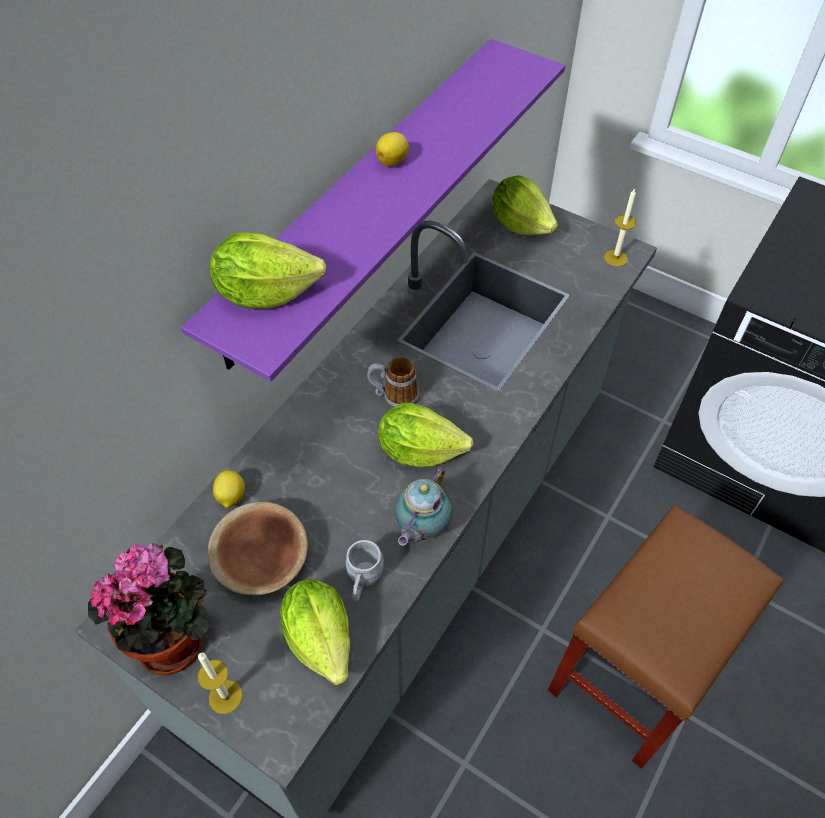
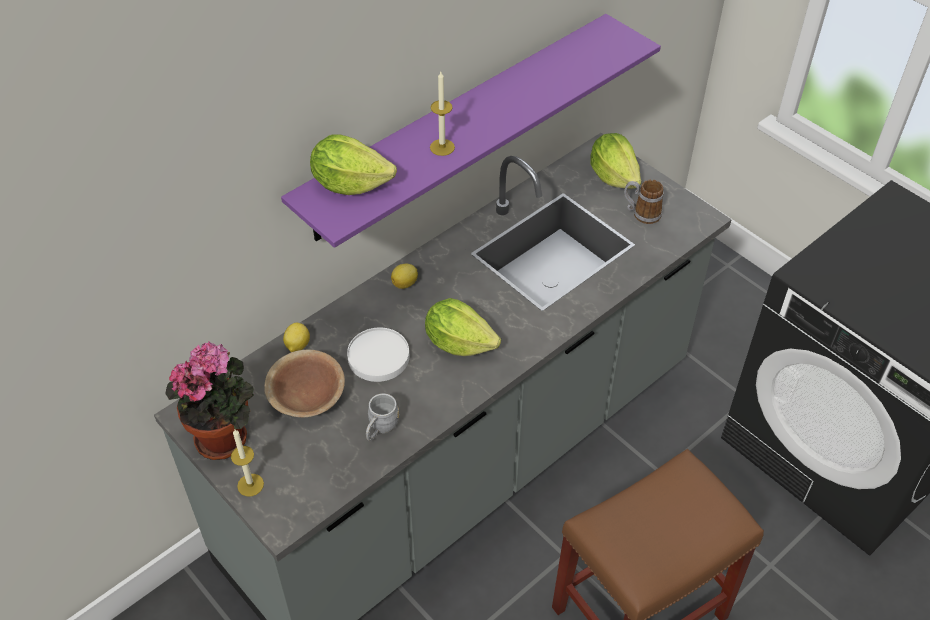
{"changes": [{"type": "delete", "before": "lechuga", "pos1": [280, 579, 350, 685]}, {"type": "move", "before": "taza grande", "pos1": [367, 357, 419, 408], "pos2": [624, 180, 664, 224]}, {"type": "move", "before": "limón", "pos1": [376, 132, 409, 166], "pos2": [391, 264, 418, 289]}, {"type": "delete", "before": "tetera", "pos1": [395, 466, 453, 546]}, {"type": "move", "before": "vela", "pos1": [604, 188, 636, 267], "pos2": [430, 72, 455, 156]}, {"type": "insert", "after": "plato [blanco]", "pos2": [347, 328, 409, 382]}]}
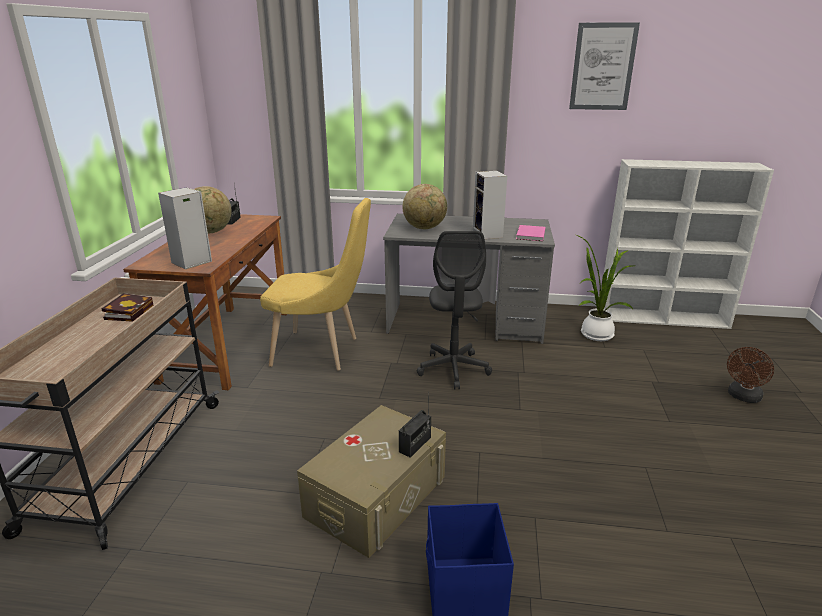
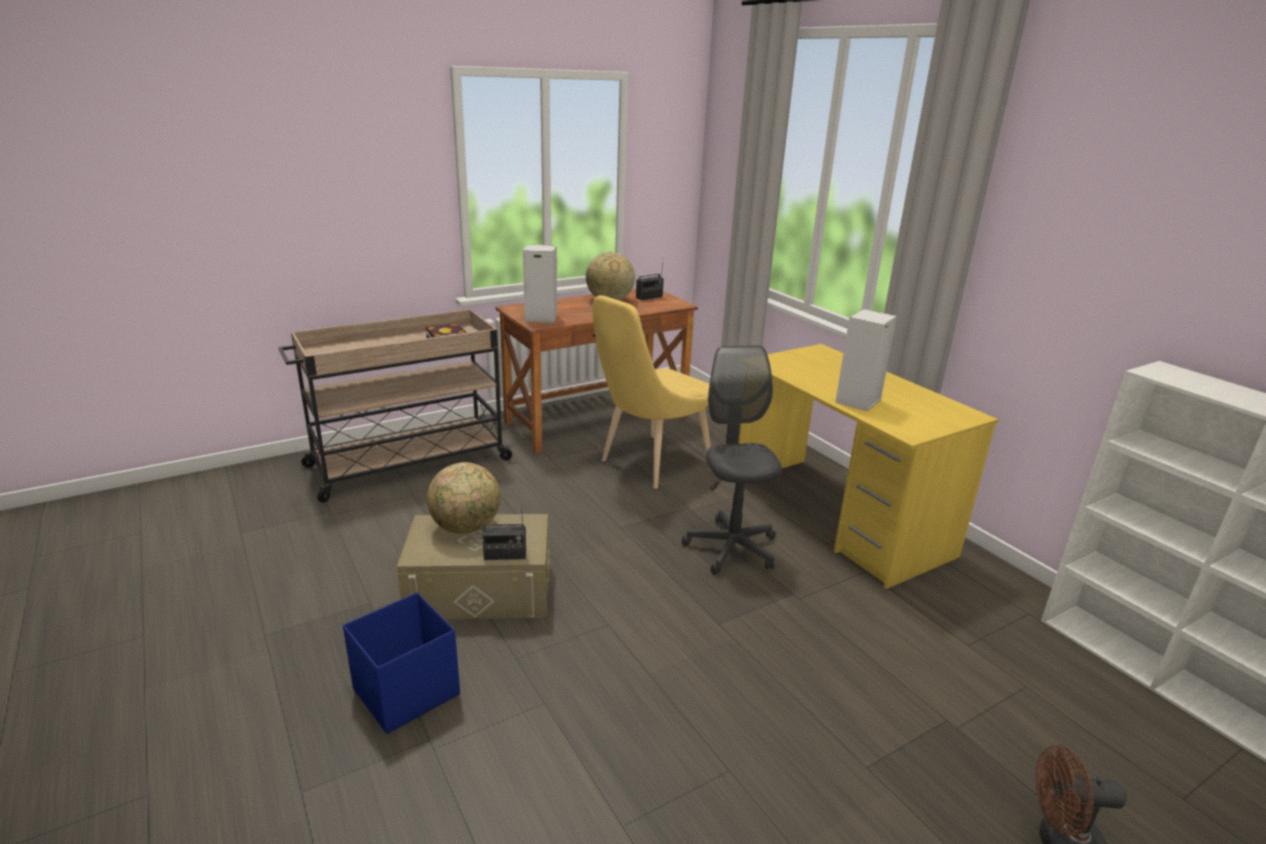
{"changes": [{"type": "rotate", "before": "silla [amarillo]", "pos1": [260, 198, 371, 370], "pos2": [592, 295, 711, 489], "turn": 75}, {"type": "recolor", "before": "escritorio [gris]", "after": "escritorio [amarillo]", "pos1": [383, 214, 555, 344], "pos2": [738, 344, 998, 589]}, {"type": "move", "before": "globo terráqueo", "pos1": [402, 184, 447, 229], "pos2": [427, 462, 500, 534]}, {"type": "rotate", "before": "silla de oficina [gris]", "pos1": [417, 231, 492, 390], "pos2": [682, 345, 782, 575], "turn": 120}, {"type": "delete", "before": "libro [rosa]", "pos1": [516, 225, 545, 241]}, {"type": "delete", "before": "cuadro", "pos1": [569, 22, 640, 110]}, {"type": "delete", "before": "planta en maceta", "pos1": [576, 235, 633, 341]}]}
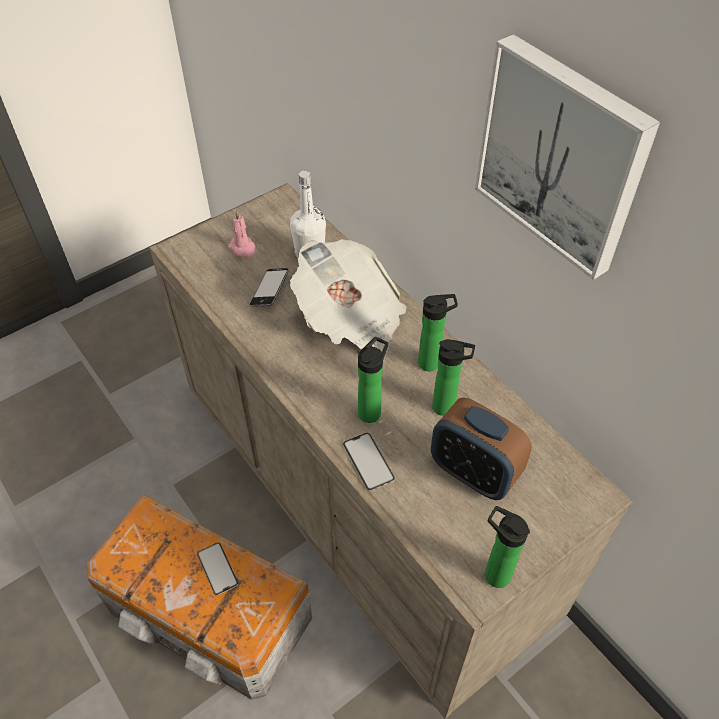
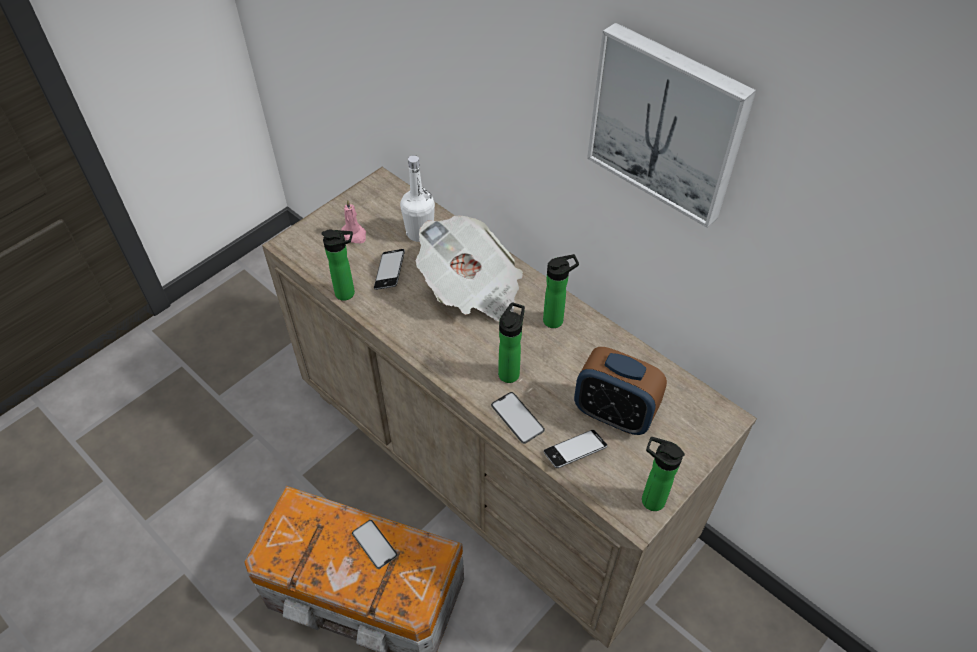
{"changes": [{"type": "move", "before": "botella", "pos1": [432, 339, 475, 416], "pos2": [321, 229, 355, 301]}, {"type": "insert", "after": "móvil", "pos2": [544, 430, 607, 468]}]}
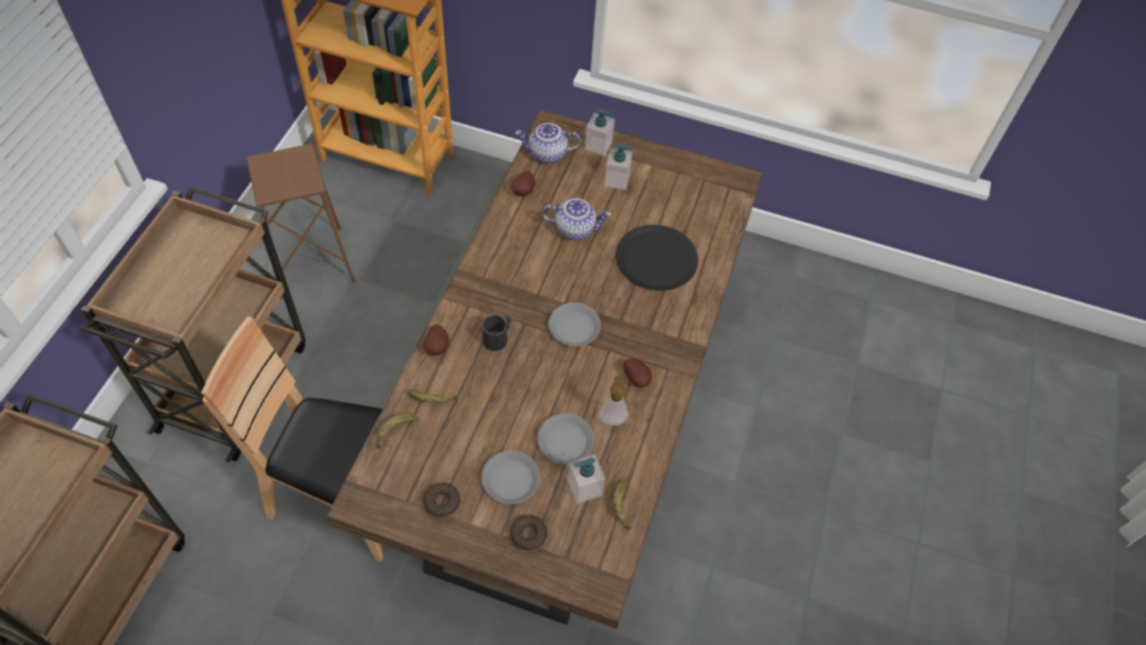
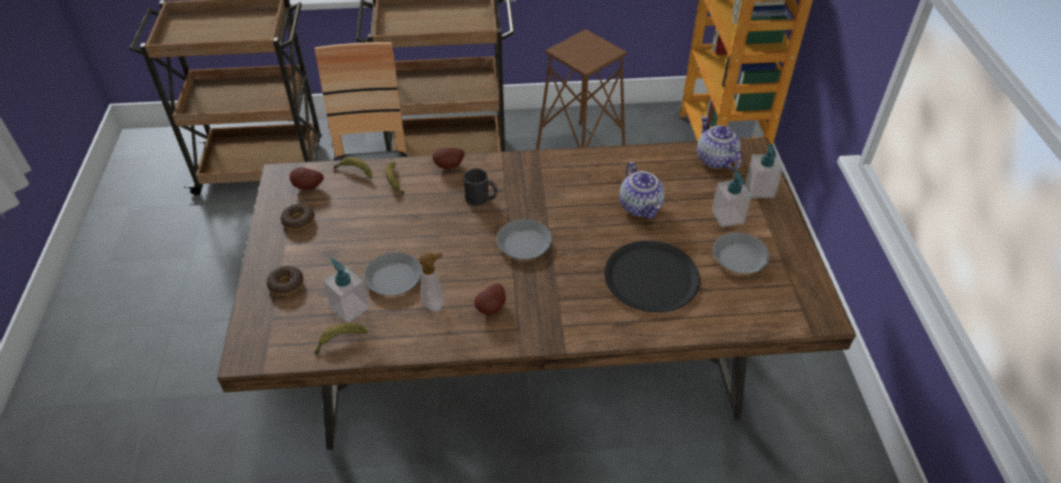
{"changes": [{"type": "move", "before": "plato [gris]", "pos1": [482, 450, 540, 504], "pos2": [713, 232, 770, 274]}, {"type": "move", "before": "patata", "pos1": [511, 171, 536, 196], "pos2": [289, 167, 324, 190]}]}
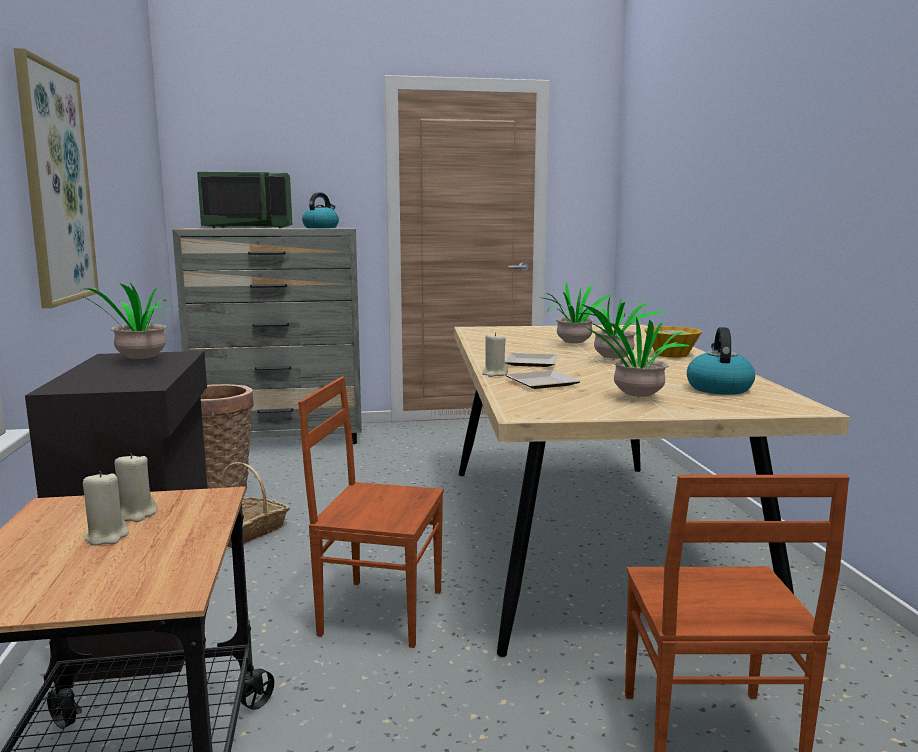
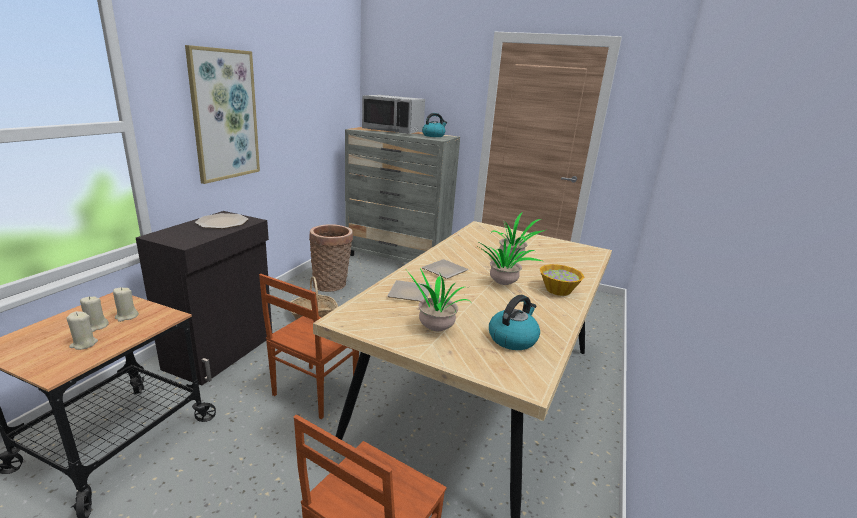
{"changes": [{"type": "replace", "before": "planta en maceta", "after": "plato", "pos1": [78, 283, 183, 360], "pos2": [195, 213, 248, 229]}, {"type": "recolor", "before": "microondas [verde]", "after": "microondas [gris]", "pos1": [197, 172, 292, 228], "pos2": [362, 95, 425, 134]}, {"type": "rotate", "before": "silla [marrón]", "pos1": [298, 377, 444, 648], "pos2": [259, 274, 359, 419], "turn": -105}, {"type": "move", "before": "vela [beis]", "pos1": [482, 332, 508, 377], "pos2": [67, 311, 98, 350]}]}
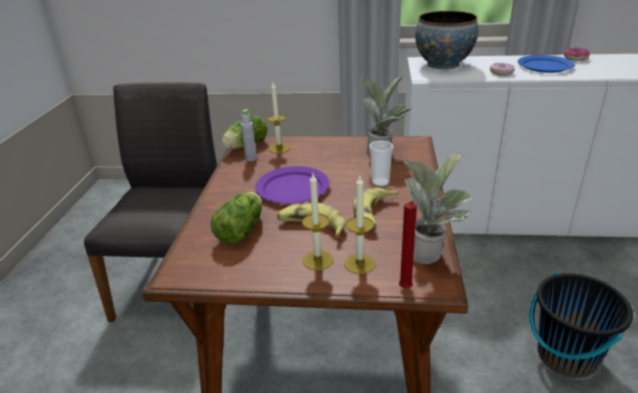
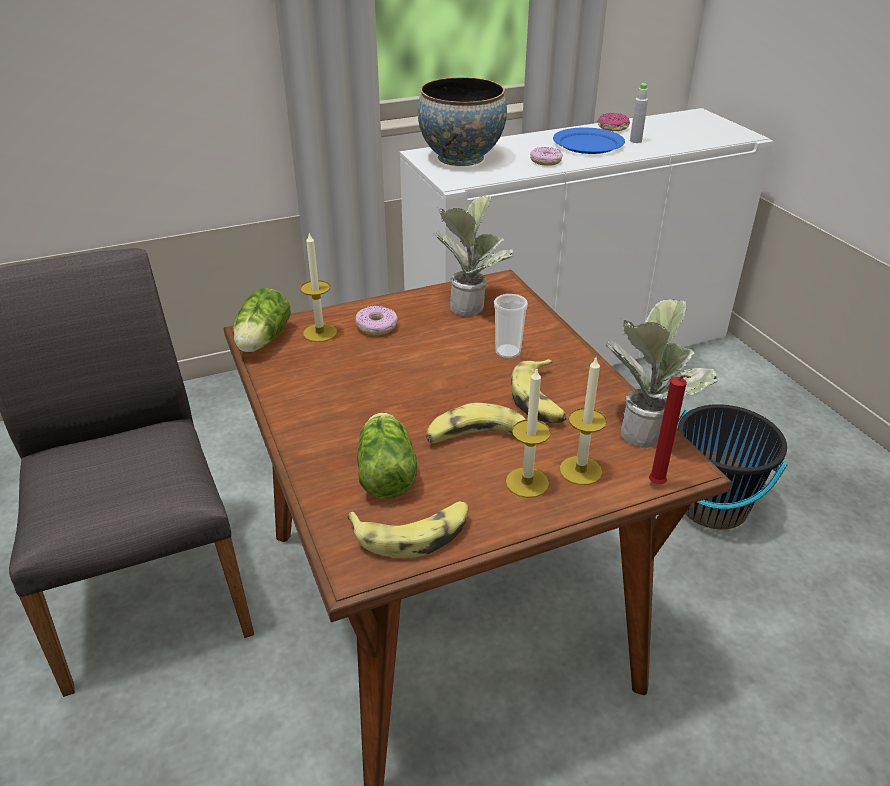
{"changes": [{"type": "move", "before": "botella [gris]", "pos1": [241, 109, 257, 161], "pos2": [630, 83, 648, 143]}, {"type": "delete", "before": "plato [morado]", "pos1": [255, 166, 329, 204]}, {"type": "insert", "after": "plátano", "pos2": [347, 501, 468, 558]}, {"type": "insert", "after": "rosquilla", "pos2": [355, 306, 398, 335]}]}
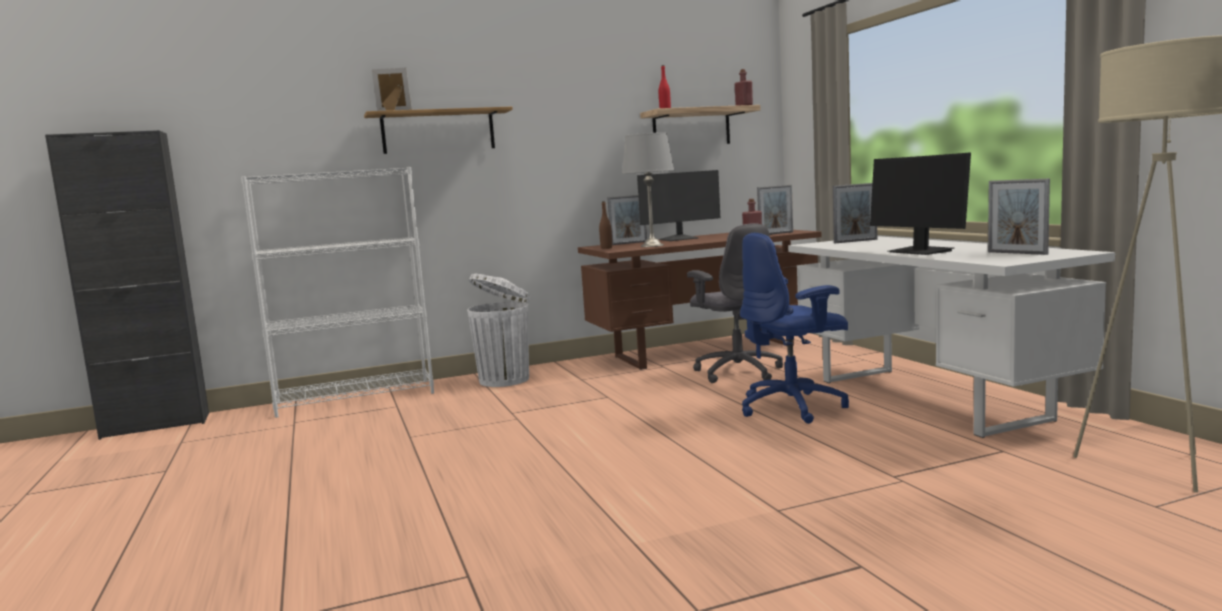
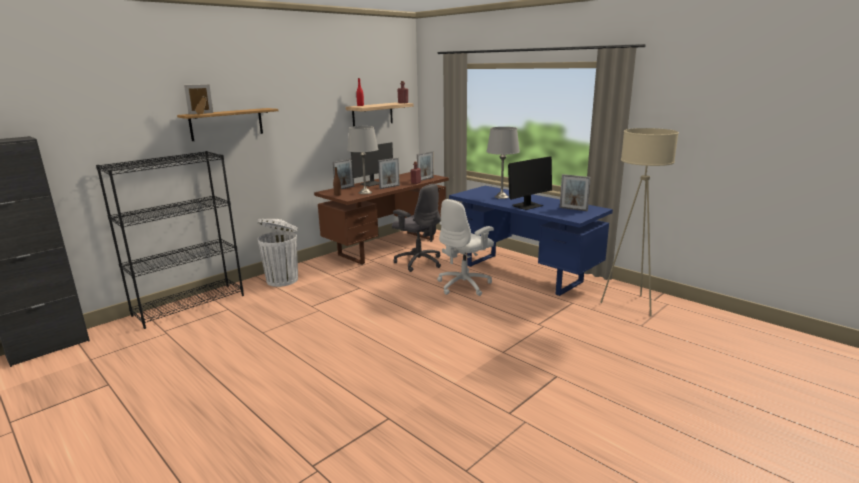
{"changes": [{"type": "recolor", "before": "estantería [blanco]", "after": "estantería [negro]", "pos1": [241, 167, 434, 418], "pos2": [96, 151, 244, 329]}, {"type": "recolor", "before": "silla de oficina [azul]", "after": "silla de oficina [blanco]", "pos1": [740, 233, 849, 424], "pos2": [437, 199, 494, 296]}, {"type": "recolor", "before": "escritorio [blanco]", "after": "escritorio [azul]", "pos1": [788, 236, 1115, 438], "pos2": [449, 186, 613, 296]}, {"type": "move", "before": "portarretratos", "pos1": [833, 183, 878, 243], "pos2": [378, 158, 400, 189]}, {"type": "rotate", "before": "monitor", "pos1": [870, 153, 971, 255], "pos2": [508, 156, 552, 210], "turn": -75}, {"type": "insert", "after": "lámpara de mesa [gris]", "pos2": [487, 127, 520, 199]}]}
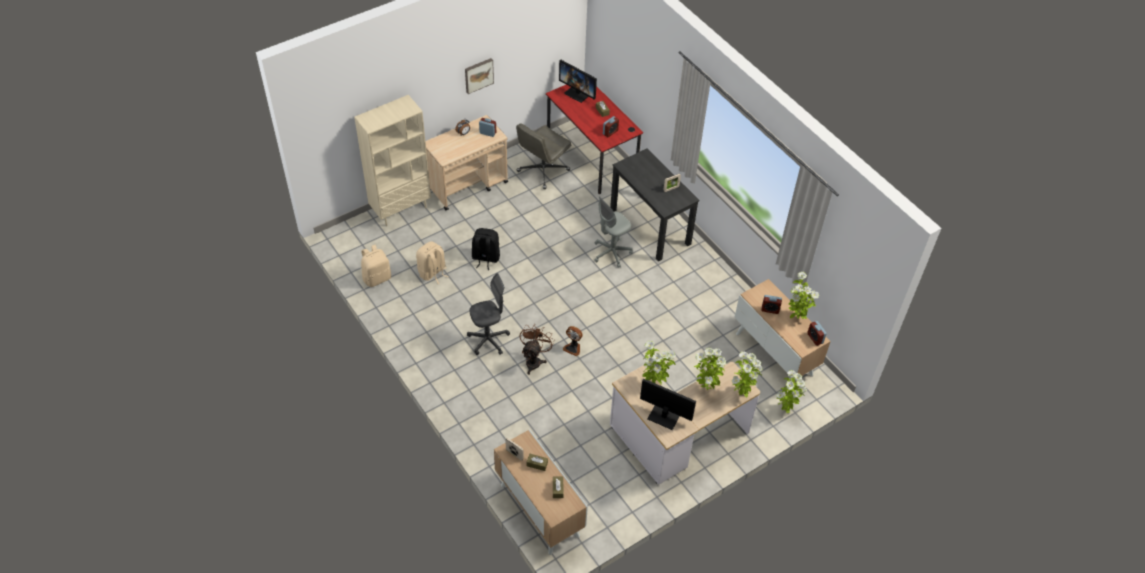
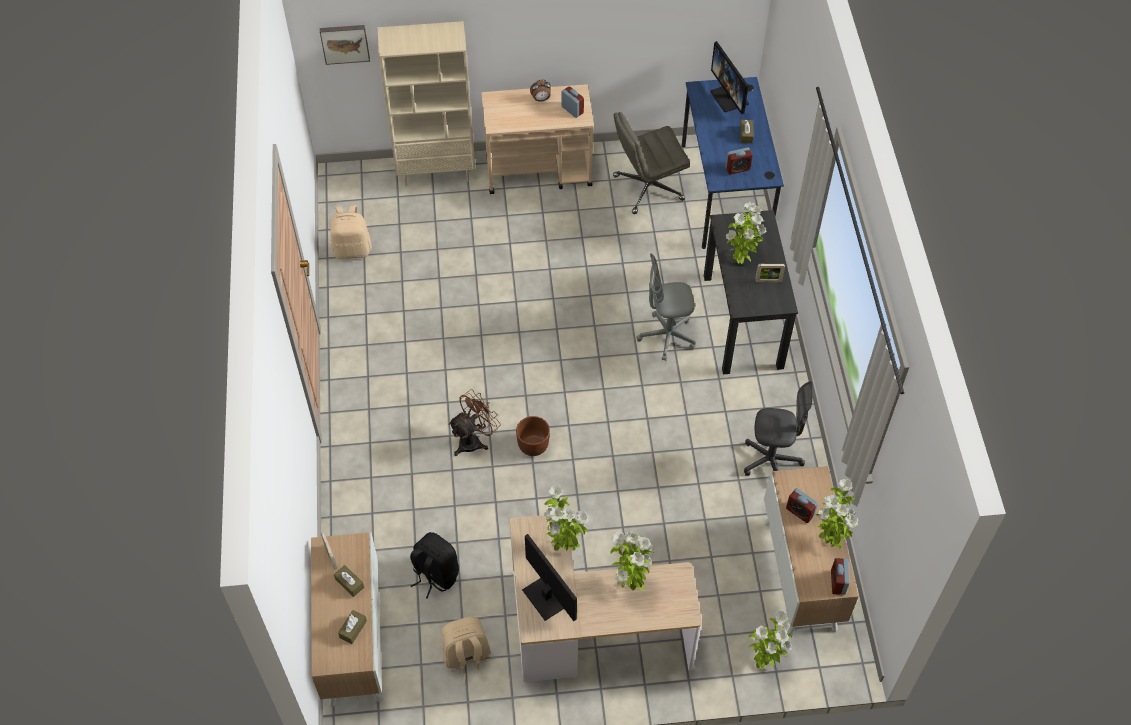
{"changes": [{"type": "move", "before": "mochila [beis]", "pos1": [416, 241, 449, 284], "pos2": [442, 617, 491, 684]}, {"type": "move", "before": "cuadro", "pos1": [465, 58, 494, 94], "pos2": [320, 25, 370, 65]}, {"type": "move", "before": "silla de oficina [gris]", "pos1": [467, 273, 510, 355], "pos2": [744, 381, 813, 476]}, {"type": "move", "before": "mochila [negro]", "pos1": [472, 228, 500, 270], "pos2": [410, 532, 459, 599]}, {"type": "recolor", "before": "escritorio [rojo]", "after": "escritorio [azul]", "pos1": [546, 85, 643, 194], "pos2": [682, 77, 784, 249]}, {"type": "replace", "before": "ventilador", "after": "maceta [marrón]", "pos1": [563, 326, 582, 356], "pos2": [516, 416, 550, 456]}, {"type": "move", "before": "planta en maceta", "pos1": [731, 351, 763, 398], "pos2": [726, 202, 767, 264]}]}
